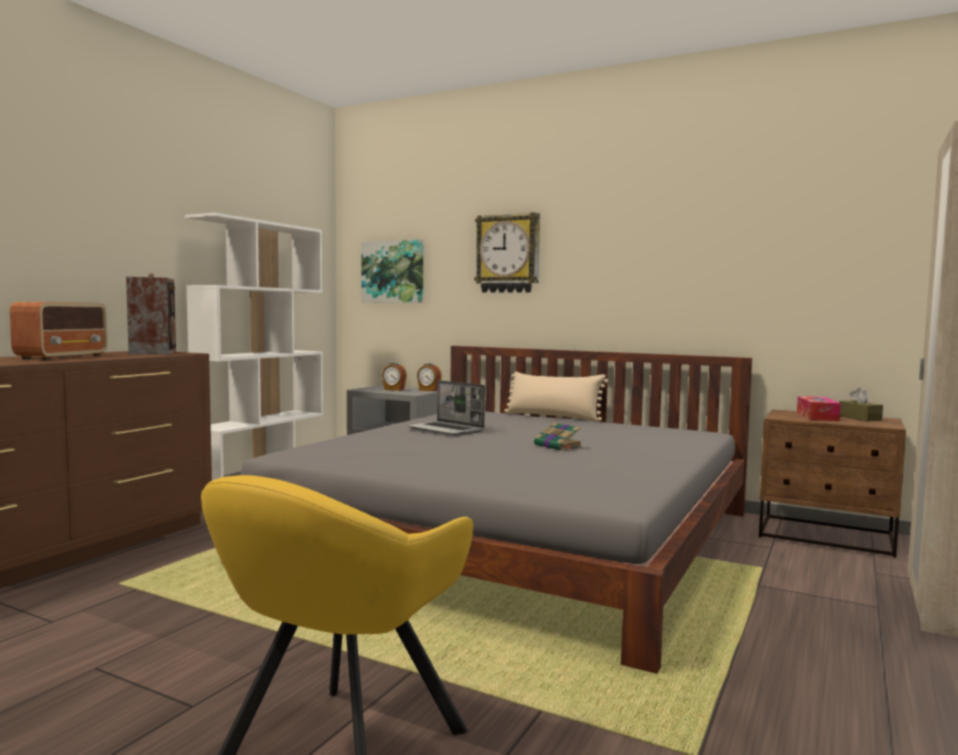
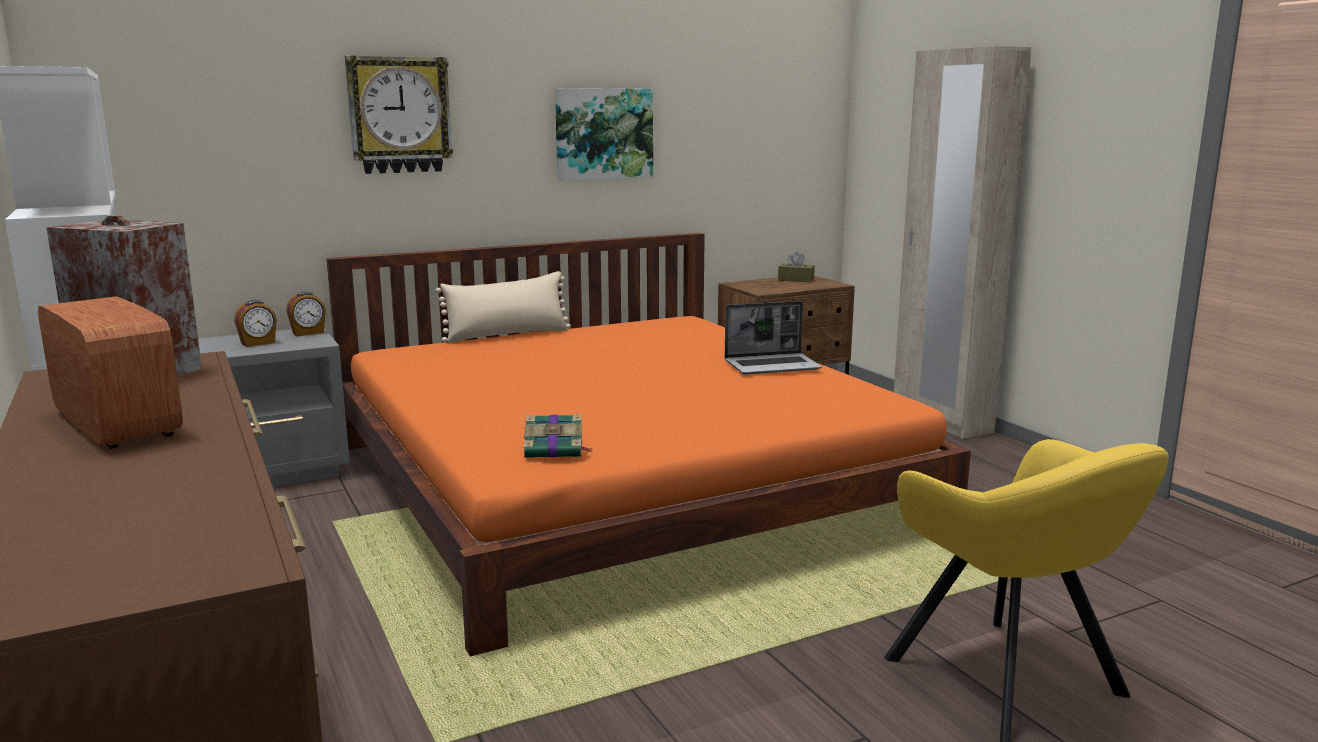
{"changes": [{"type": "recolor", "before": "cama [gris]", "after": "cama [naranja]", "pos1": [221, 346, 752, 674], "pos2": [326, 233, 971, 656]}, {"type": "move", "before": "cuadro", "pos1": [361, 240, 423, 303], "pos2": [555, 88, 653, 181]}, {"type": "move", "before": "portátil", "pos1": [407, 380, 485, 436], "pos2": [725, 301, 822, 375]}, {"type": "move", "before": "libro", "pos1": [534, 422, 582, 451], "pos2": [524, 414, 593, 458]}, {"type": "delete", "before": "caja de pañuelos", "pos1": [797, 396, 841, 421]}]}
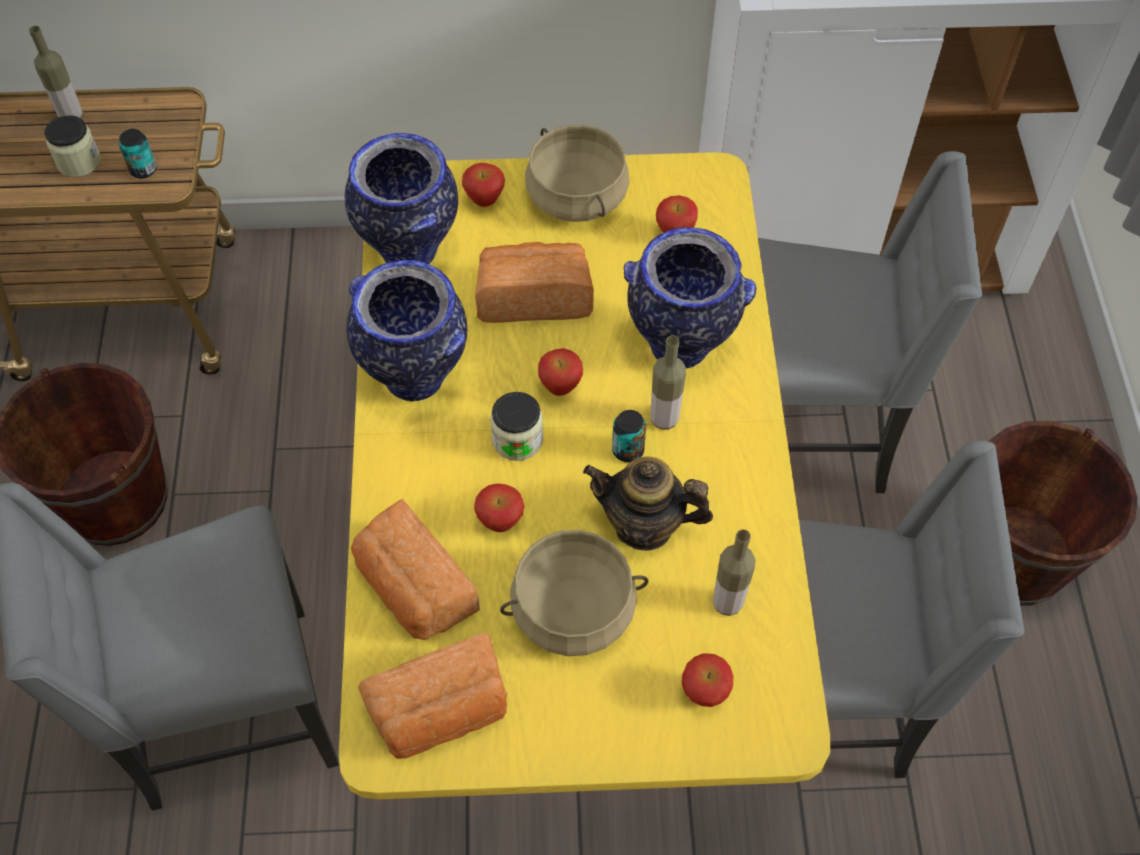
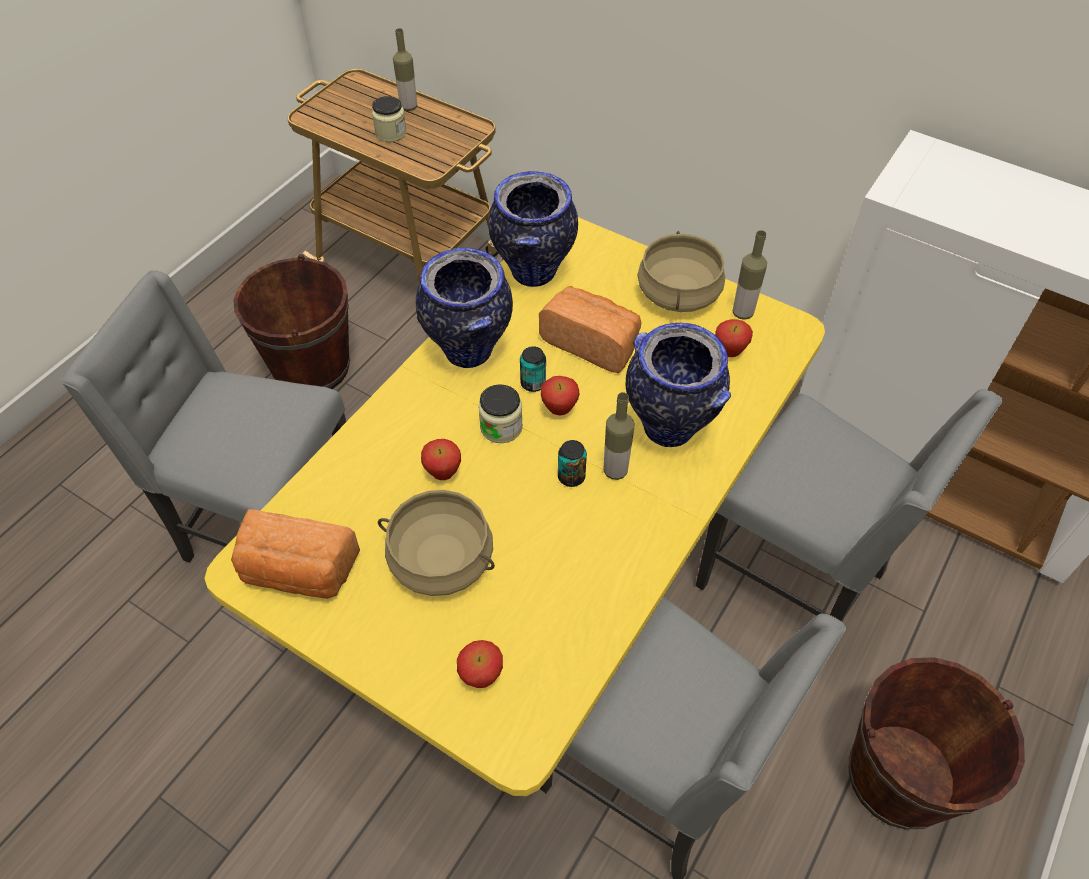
{"changes": [{"type": "move", "before": "lata", "pos1": [119, 129, 157, 179], "pos2": [520, 346, 546, 392]}, {"type": "delete", "before": "pan", "pos1": [351, 499, 480, 640]}, {"type": "delete", "before": "manzana", "pos1": [462, 163, 505, 207]}, {"type": "delete", "before": "tetera", "pos1": [583, 456, 713, 551]}, {"type": "move", "before": "botella", "pos1": [713, 529, 755, 616], "pos2": [733, 230, 767, 320]}]}
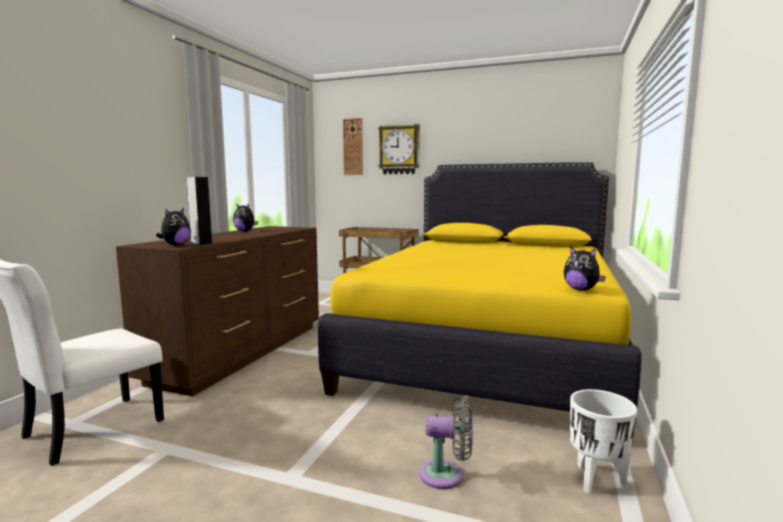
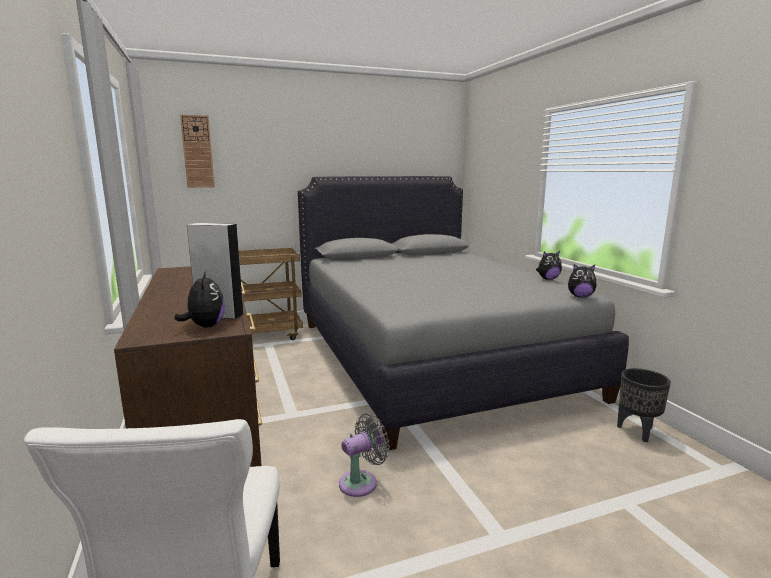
{"changes": [{"type": "move", "before": "peluche", "pos1": [233, 203, 258, 232], "pos2": [536, 251, 562, 280]}, {"type": "recolor", "before": "cama [amarillo]", "after": "cama [gris]", "pos1": [318, 162, 642, 412], "pos2": [298, 176, 629, 451]}, {"type": "delete", "before": "reloj de pared", "pos1": [378, 124, 420, 174]}, {"type": "move", "before": "ventilador [gris]", "pos1": [420, 397, 473, 489], "pos2": [339, 413, 390, 497]}, {"type": "recolor", "before": "maceta [blanco]", "after": "maceta [negro]", "pos1": [570, 389, 637, 494], "pos2": [617, 368, 671, 442]}]}
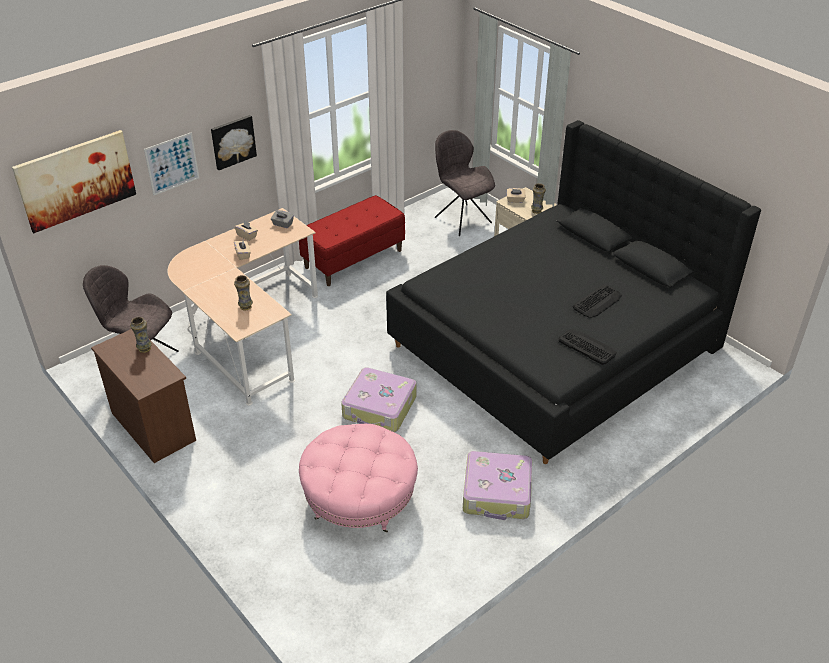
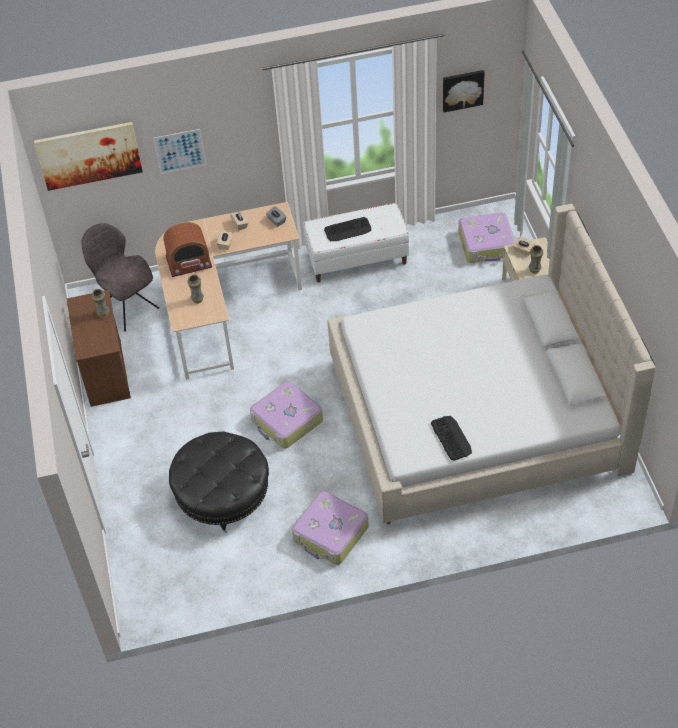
{"changes": [{"type": "move", "before": "cuadro", "pos1": [211, 115, 257, 170], "pos2": [443, 70, 485, 112]}, {"type": "recolor", "before": "banco [rojo]", "after": "banco [blanco]", "pos1": [299, 195, 405, 286], "pos2": [303, 203, 409, 283]}, {"type": "recolor", "before": "puf [rosa]", "after": "puf [negro]", "pos1": [299, 424, 418, 533], "pos2": [169, 431, 269, 533]}, {"type": "recolor", "before": "cama [negro]", "after": "cama [beis]", "pos1": [386, 120, 761, 464], "pos2": [327, 204, 656, 525]}, {"type": "replace", "before": "silla [gris]", "after": "maleta", "pos1": [435, 130, 495, 236], "pos2": [458, 213, 515, 263]}, {"type": "move", "before": "teclado", "pos1": [573, 284, 622, 318], "pos2": [324, 217, 371, 241]}, {"type": "insert", "after": "radio", "pos2": [163, 222, 212, 277]}]}
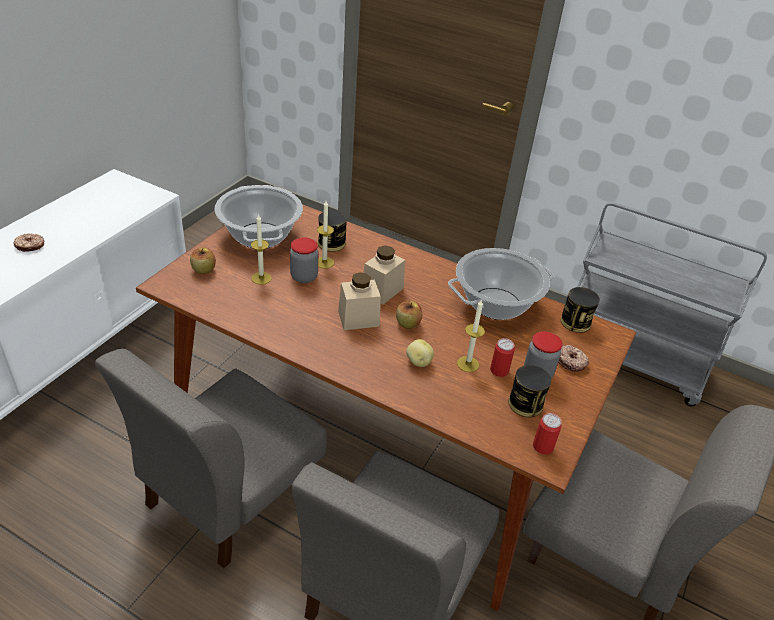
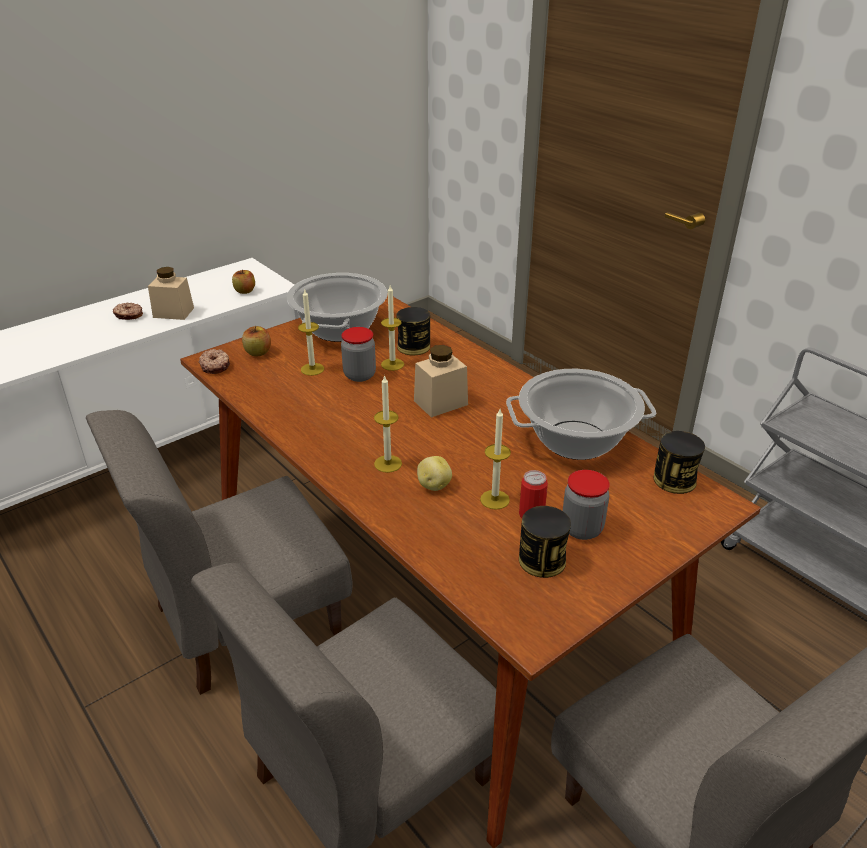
{"changes": [{"type": "move", "before": "tarro [beis]", "pos1": [338, 272, 381, 330], "pos2": [148, 267, 194, 320]}, {"type": "move", "before": "manzana", "pos1": [396, 301, 422, 329], "pos2": [232, 269, 255, 294]}, {"type": "delete", "before": "lata", "pos1": [533, 413, 562, 455]}, {"type": "move", "before": "rosquilla", "pos1": [558, 345, 589, 372], "pos2": [199, 349, 230, 374]}, {"type": "insert", "after": "vela", "pos2": [374, 375, 402, 473]}]}
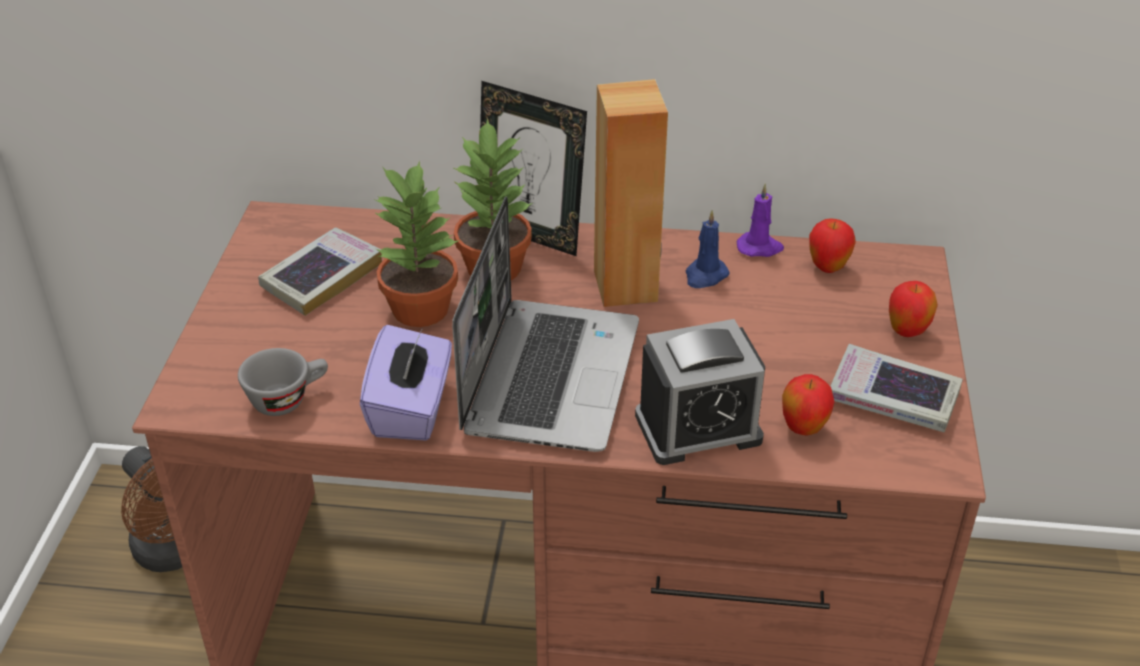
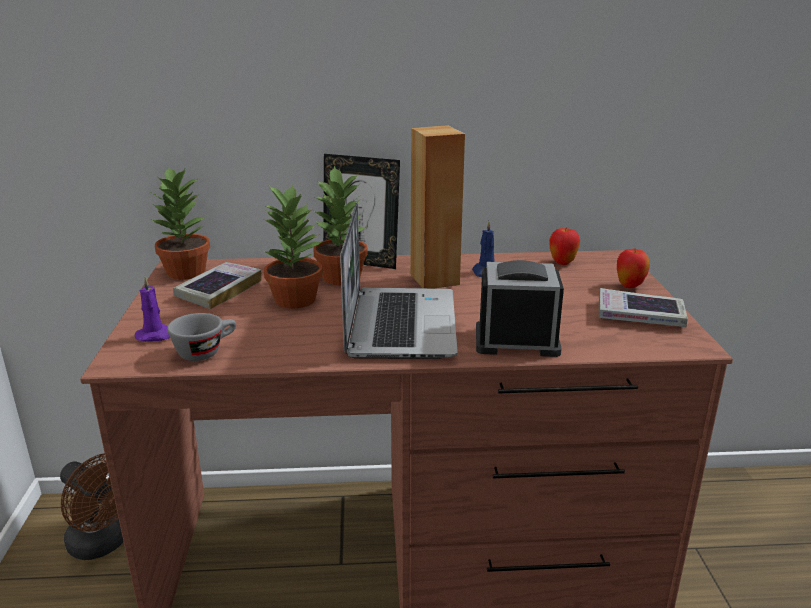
{"changes": [{"type": "delete", "before": "caja de pañuelos [morado]", "pos1": [360, 325, 452, 441]}, {"type": "rotate", "before": "despertador", "pos1": [635, 319, 765, 465], "pos2": [476, 260, 564, 357], "turn": -150}, {"type": "move", "before": "vela [morado]", "pos1": [737, 183, 784, 257], "pos2": [135, 276, 170, 342]}, {"type": "delete", "before": "manzana", "pos1": [782, 374, 835, 435]}, {"type": "insert", "after": "planta en maceta", "pos2": [151, 167, 210, 280]}]}
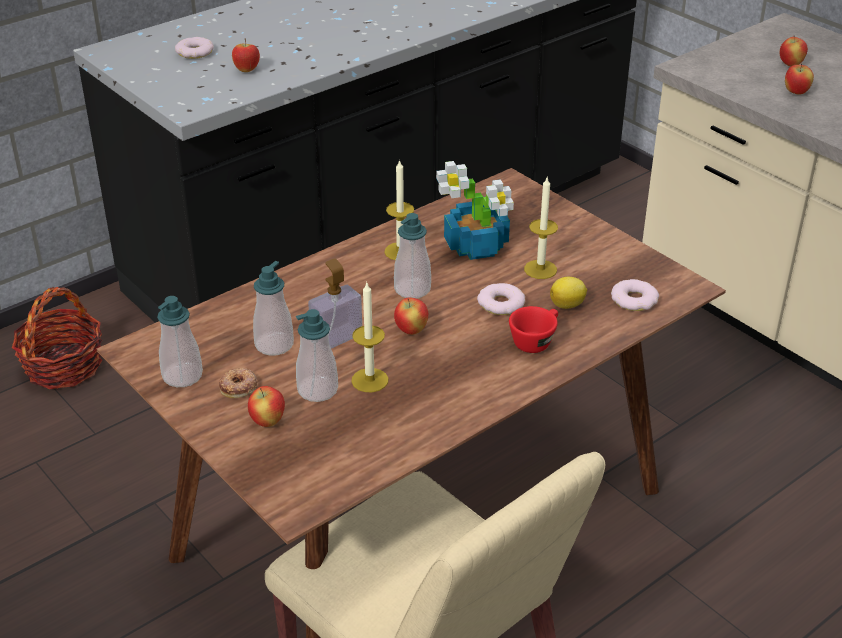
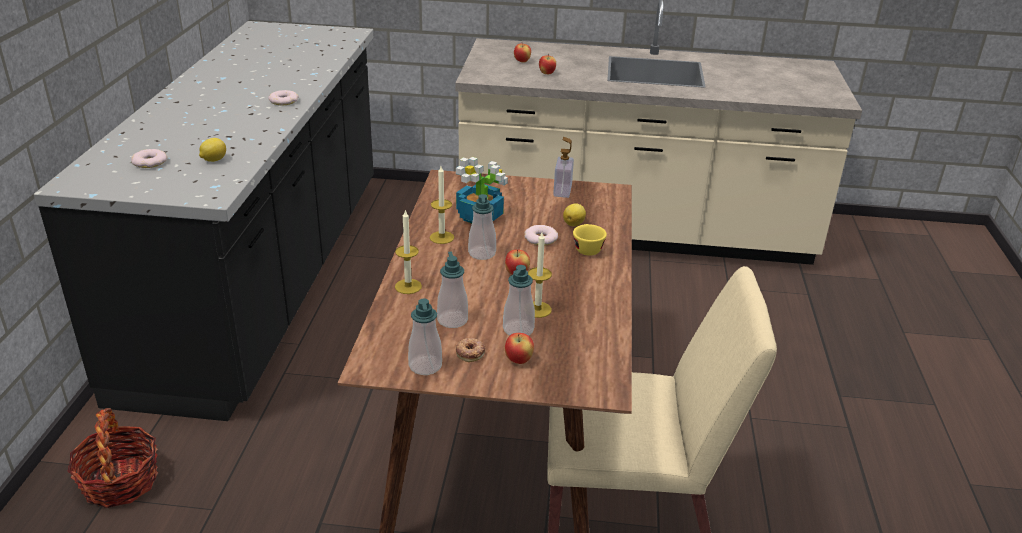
{"changes": [{"type": "replace", "before": "manzana", "after": "limón", "pos1": [232, 38, 260, 72], "pos2": [199, 138, 226, 162]}, {"type": "move", "before": "dispensador de jabón", "pos1": [308, 258, 362, 349], "pos2": [553, 137, 574, 198]}, {"type": "recolor", "before": "taza [rojo]", "after": "taza [amarillo]", "pos1": [509, 306, 558, 353], "pos2": [573, 224, 607, 256]}, {"type": "move", "before": "vela", "pos1": [524, 178, 558, 279], "pos2": [395, 210, 422, 294]}, {"type": "move", "before": "rosquilla", "pos1": [611, 279, 659, 311], "pos2": [268, 90, 299, 105]}]}
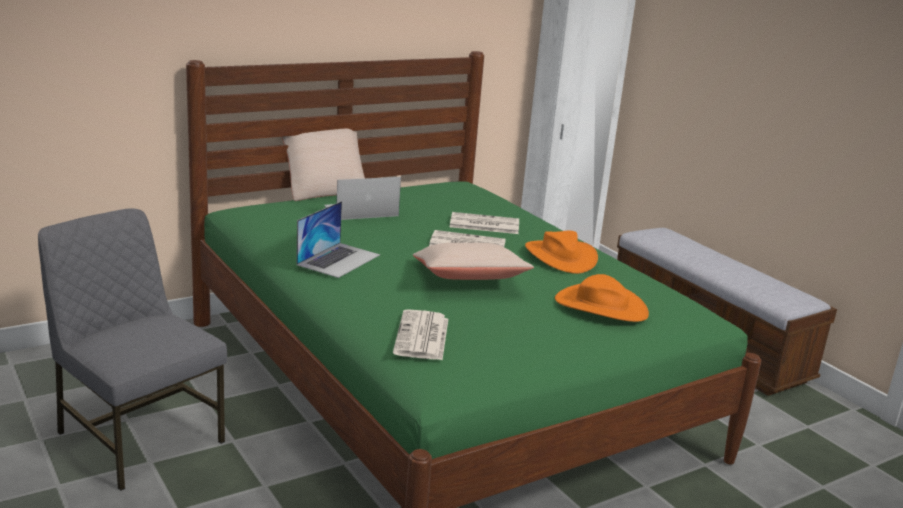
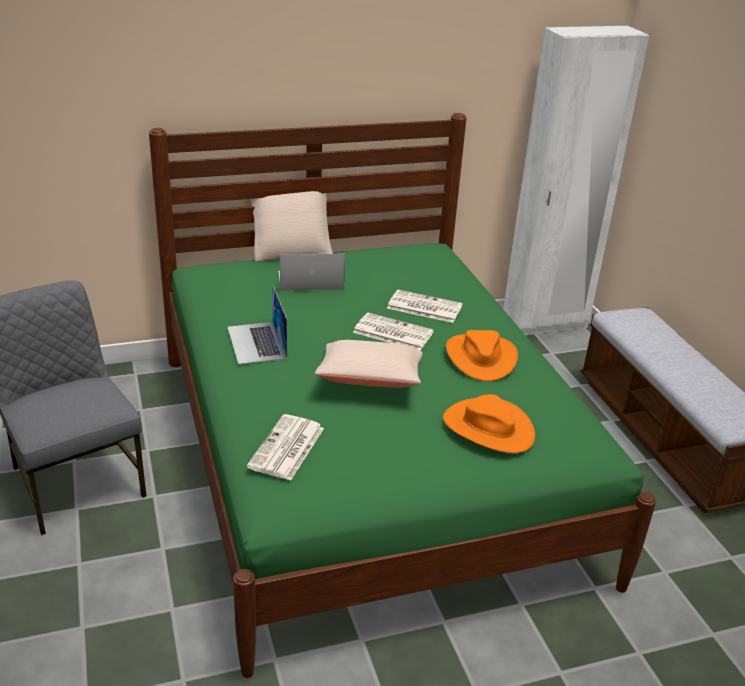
{"changes": [{"type": "rotate", "before": "portátil", "pos1": [296, 201, 380, 278], "pos2": [227, 284, 287, 365], "turn": 120}]}
